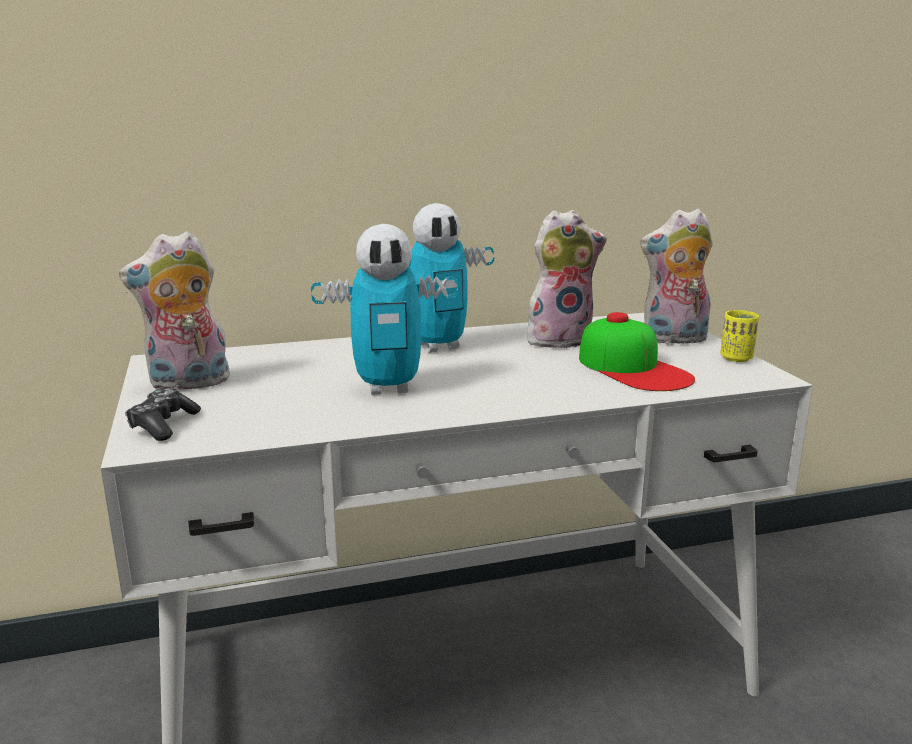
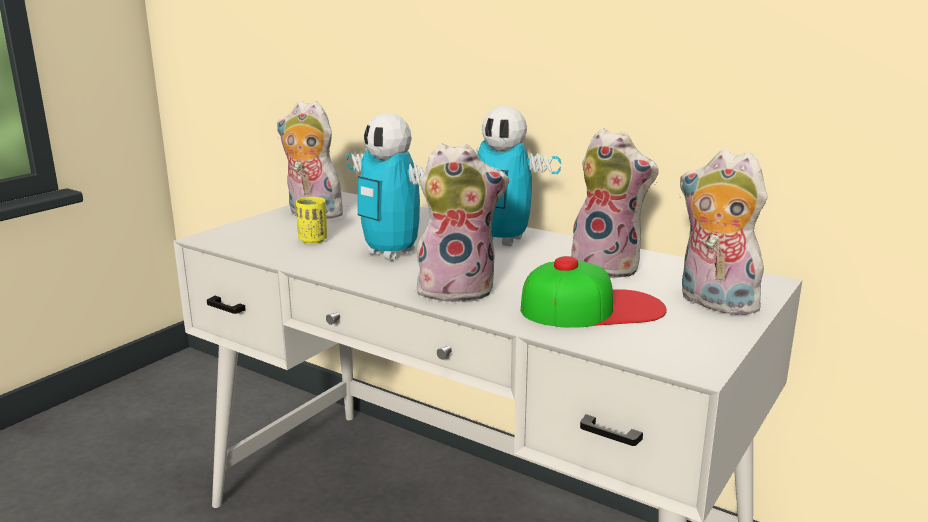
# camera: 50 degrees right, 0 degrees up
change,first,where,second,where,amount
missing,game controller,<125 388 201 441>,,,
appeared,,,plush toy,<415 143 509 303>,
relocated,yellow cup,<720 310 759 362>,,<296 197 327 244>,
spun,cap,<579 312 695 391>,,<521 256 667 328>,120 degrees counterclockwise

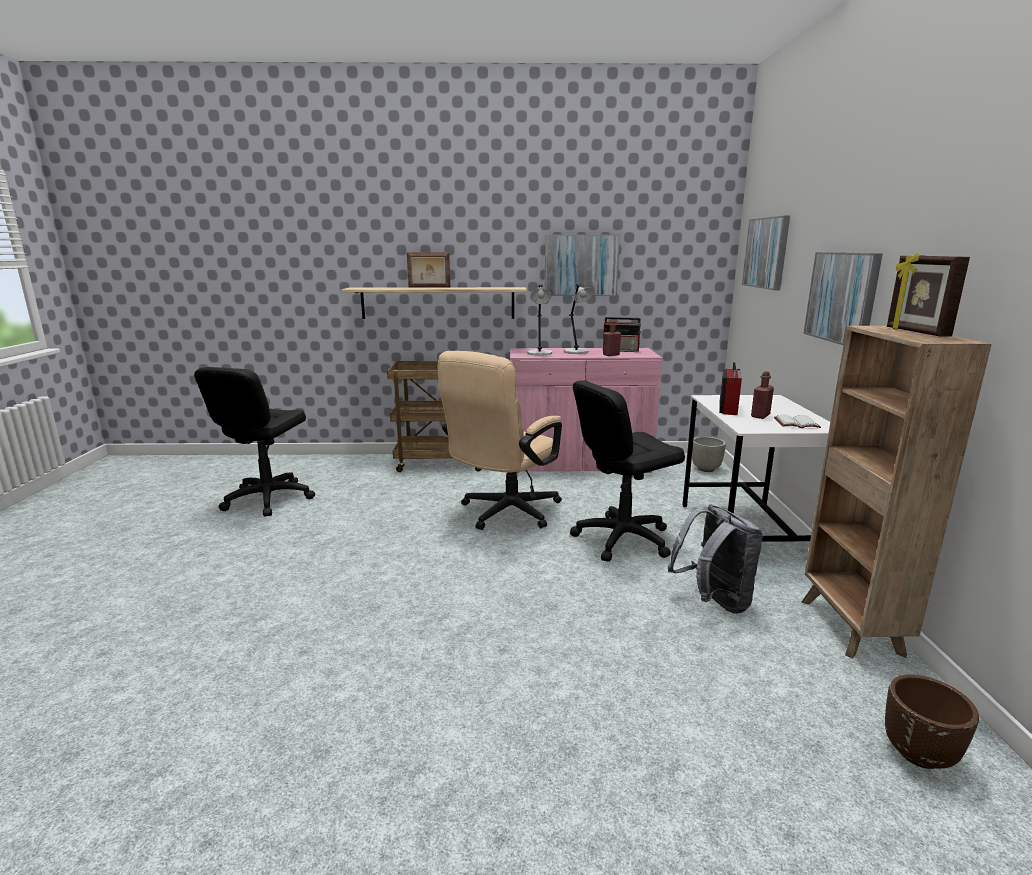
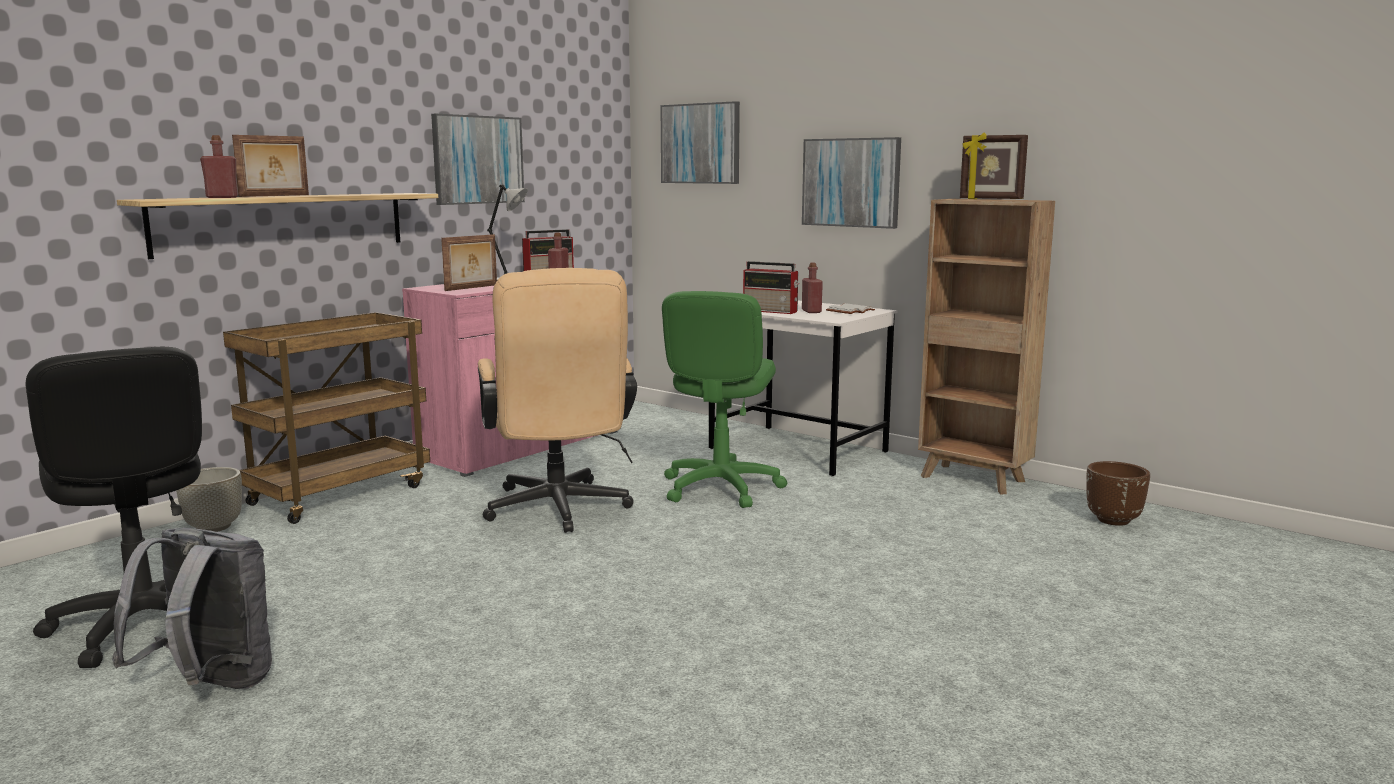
# camera: 50 degrees left, 5 degrees down
change,first,where,second,where,amount
appeared,,,red bottle,<200 135 238 198>,
relocated,grey backpack,<668 504 763 614>,,<112 528 272 689>,
relocated,grey planter,<692 437 726 472>,,<176 467 242 532>,
exchanged,grey table lamp,<527 285 552 356>,picture frame,<441 234 497 291>,
colour,black office chair,<570 380 685 562>,green office chair,<662 291 787 508>,
spun,radio,<719 362 742 415>,,<743 261 799 314>,150 degrees clockwise

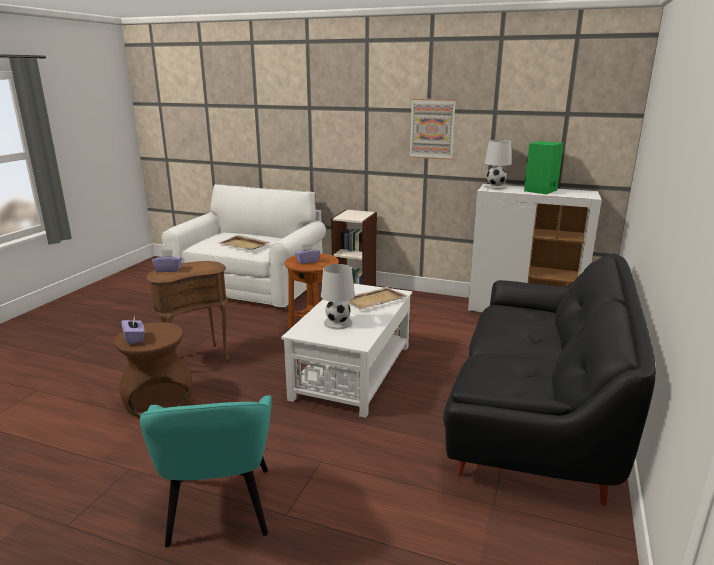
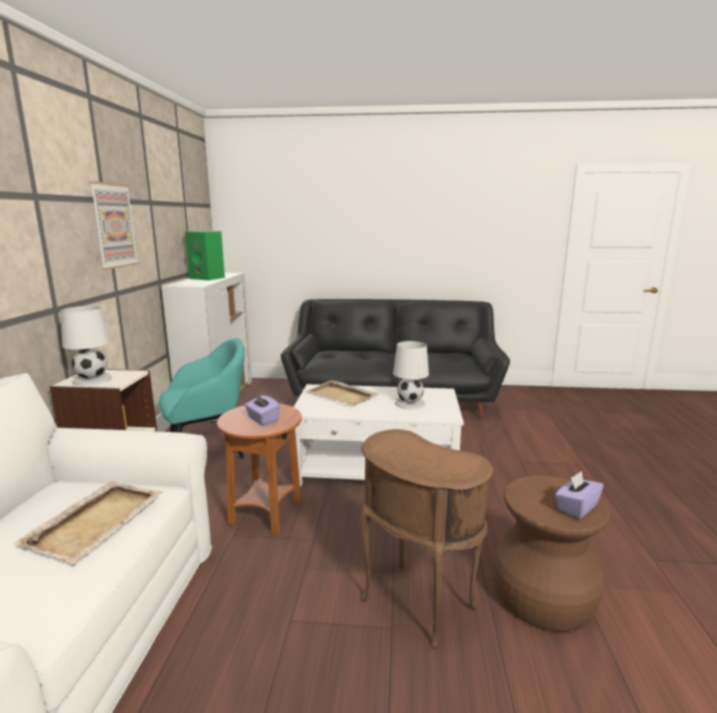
# camera: 105 degrees left, 5 degrees down
change,first,where,second,where,amount
missing,purple tissue box,<152 250 182 272>,,,
relocated,turquoise armchair,<140 395 272 548>,,<158 338 245 459>,
relocated,white table lamp,<484 140 512 189>,,<60 306 112 386>,

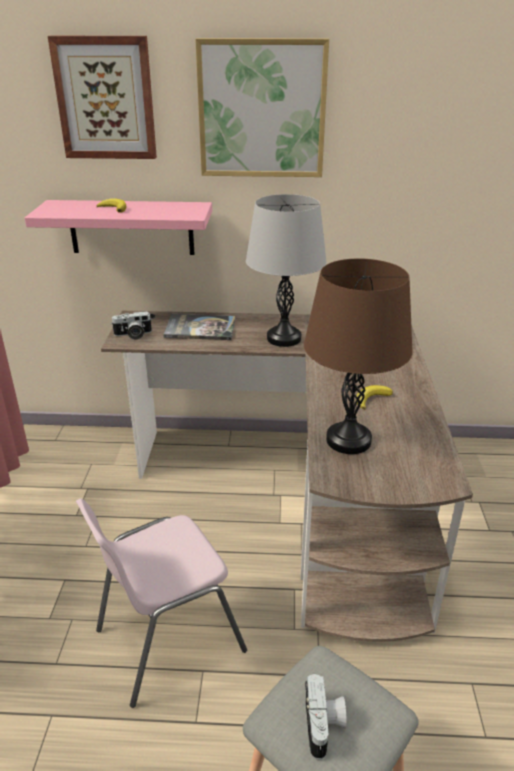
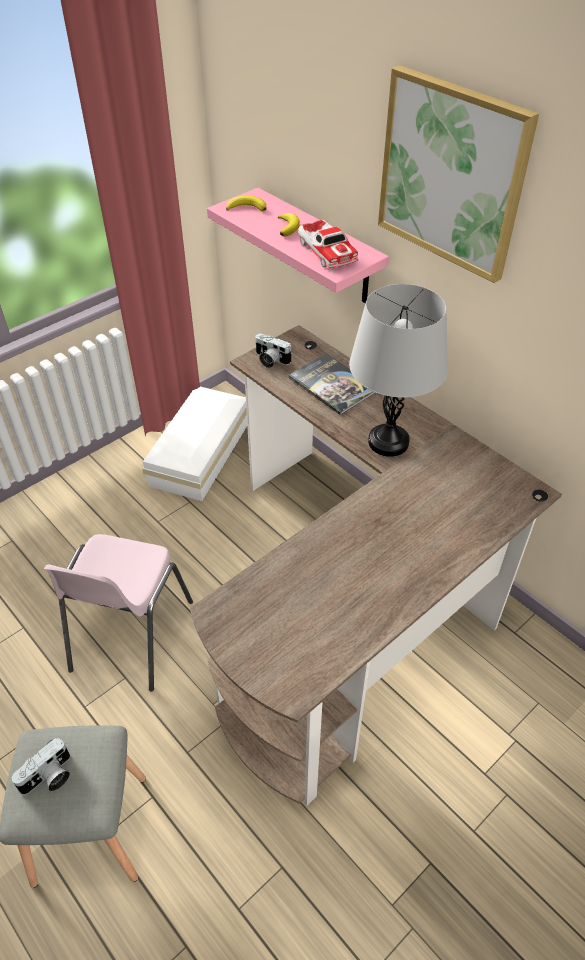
# camera: 45 degrees right, 15 degrees up
change,first,where,second,where,amount
missing,picture,<48 36 157 159>,,,
missing,brown table lamp,<304 258 413 454>,,,
appeared,,,white storage box,<142 387 247 501>,
appeared,,,toy car,<298 220 358 268>,
relocated,banana,<357 385 393 410>,,<226 196 267 211>,
spun,pink chair,<76 498 247 708>,,<44 534 193 692>,90 degrees counterclockwise

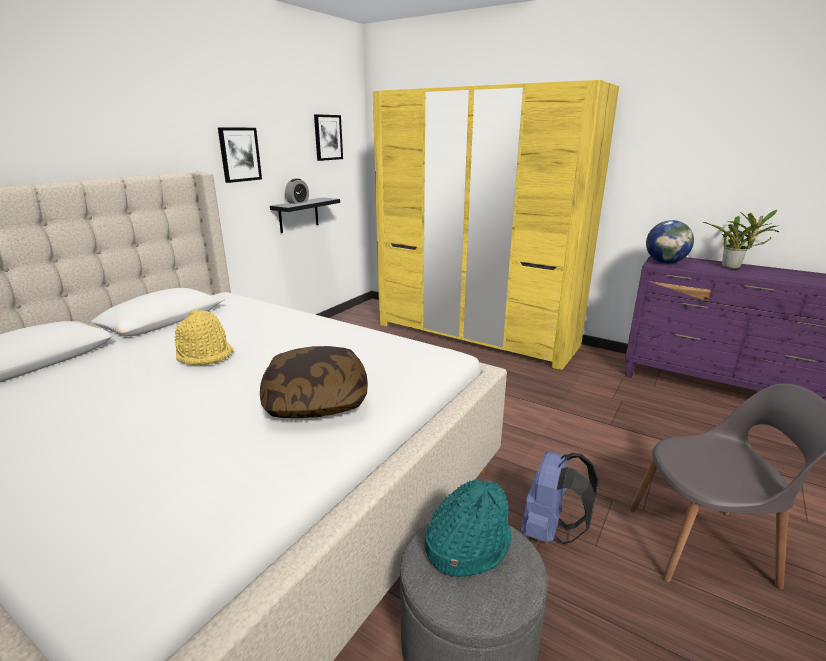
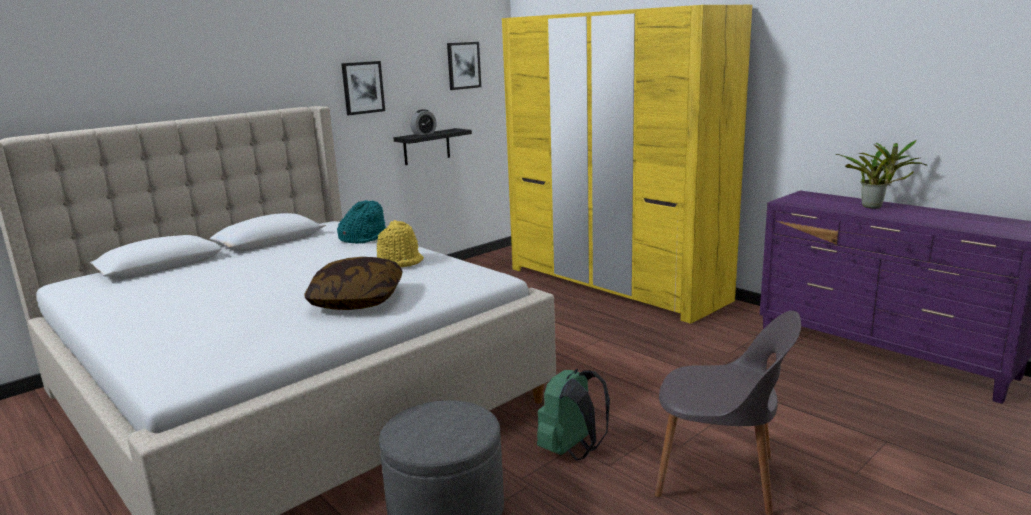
# camera: 15 degrees right, 5 degrees down
change,first,where,second,where,amount
missing,globe,<646 220 694 263>,,,
relocated,yellow hat,<174 309 234 365>,,<376 220 424 268>,
relocated,turquoise hat,<424 480 511 577>,,<337 200 386 244>,
colour,blue backpack,<520 452 599 544>,green backpack,<537 369 610 460>,

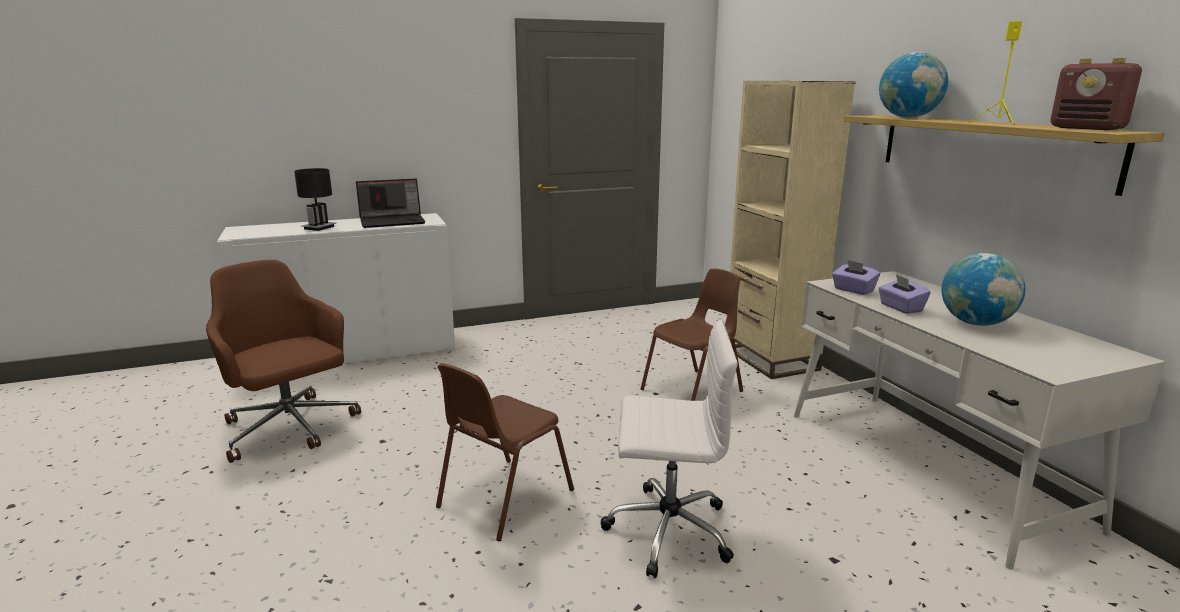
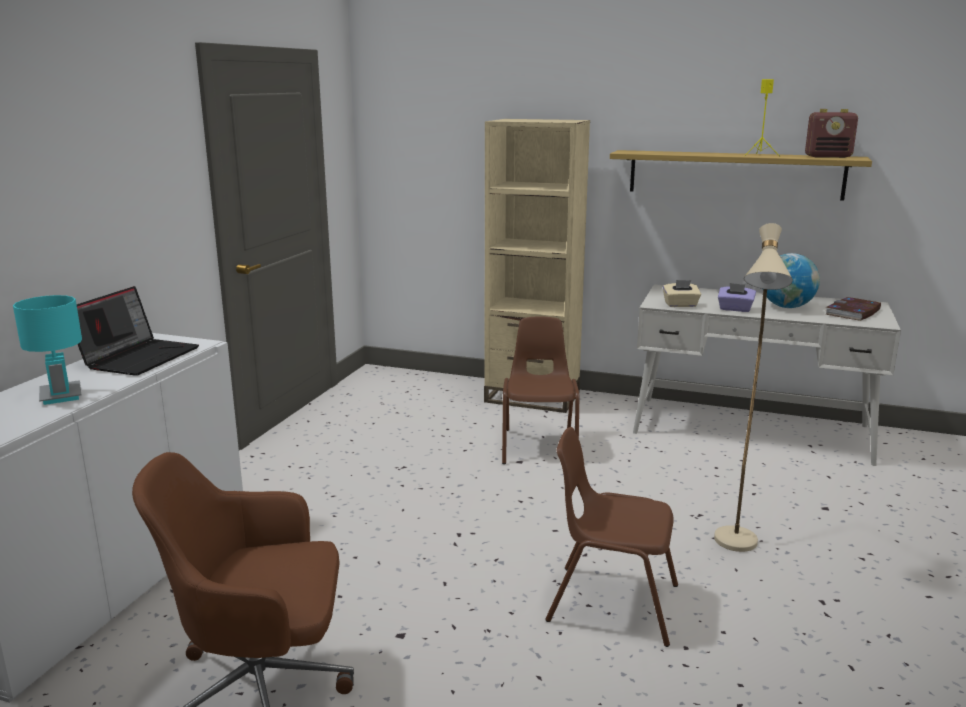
# camera: 50 degrees left, 0 degrees up
change,first,where,second,where,amount
missing,globe,<879 52 948 118>,,,
appeared,,,book,<825 297 881 321>,
exchanged,white office chair,<601 320 738 578>,beige floor lamp,<714 223 793 552>,
colour,black table lamp,<294 168 337 231>,turquoise table lamp,<13 295 82 405>,
colour,purple tissue box,<832 260 880 295>,beige tissue box,<663 280 701 307>,
spun,brown chair,<436 363 574 541>,,<545 427 678 647>,120 degrees clockwise

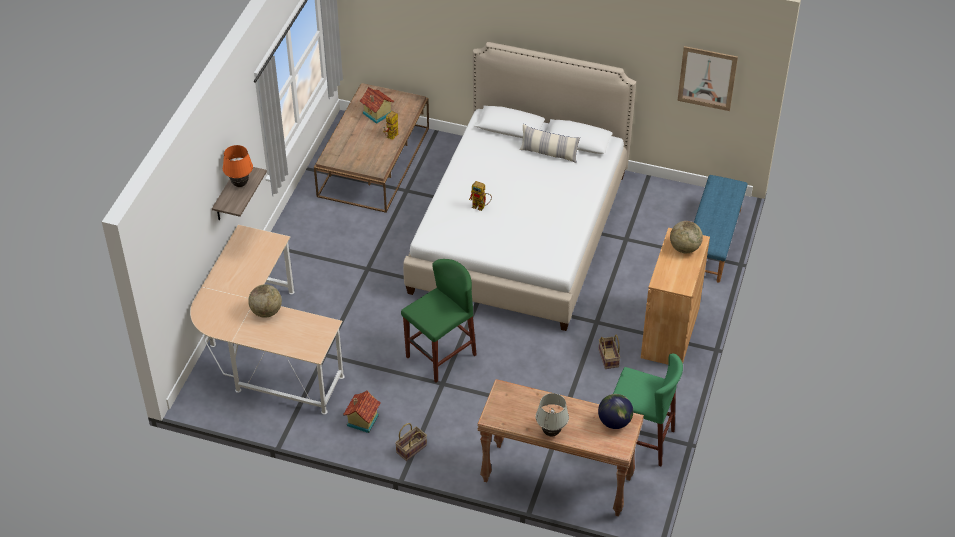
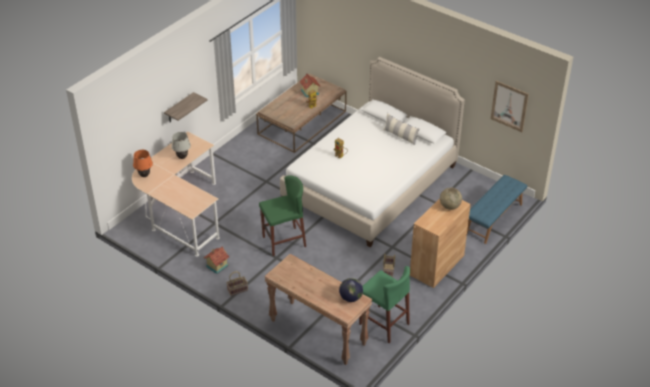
# camera: 20 degrees right, 5 degrees down
change,first,where,second,where,amount
missing,globe,<248 284 282 318>,,,
relocated,orange table lamp,<223 145 253 187>,,<133 150 153 177>,
relocated,white table lamp,<536 393 569 437>,,<171 132 191 159>,

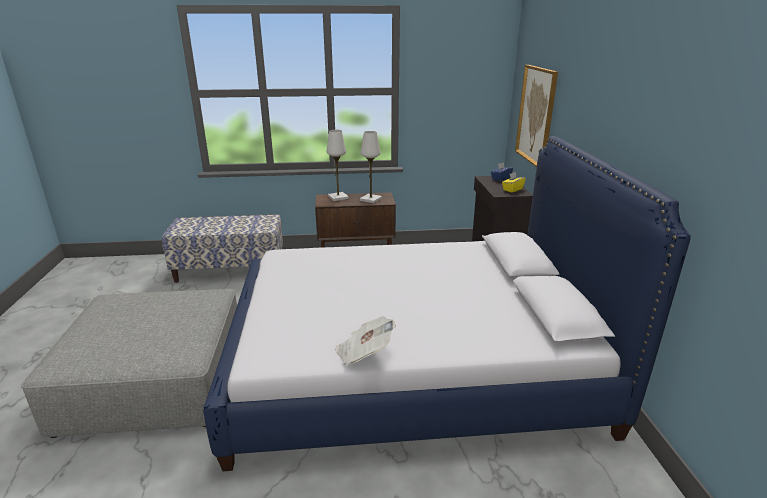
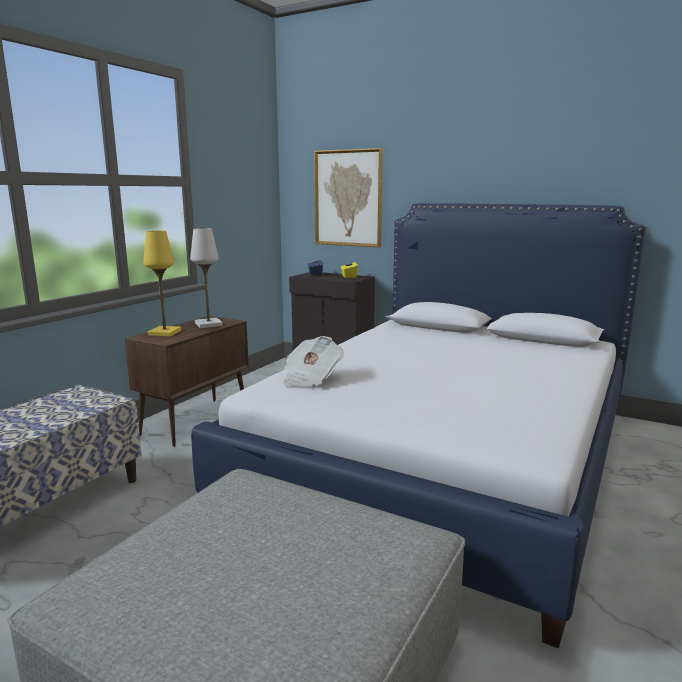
# camera: 55 degrees left, 10 degrees down
change,first,where,second,where,amount
relocated,newspaper,<335 316 396 365>,,<283 336 344 387>,
colour,white table lamp,<327 130 349 201>,yellow table lamp,<143 231 181 337>,

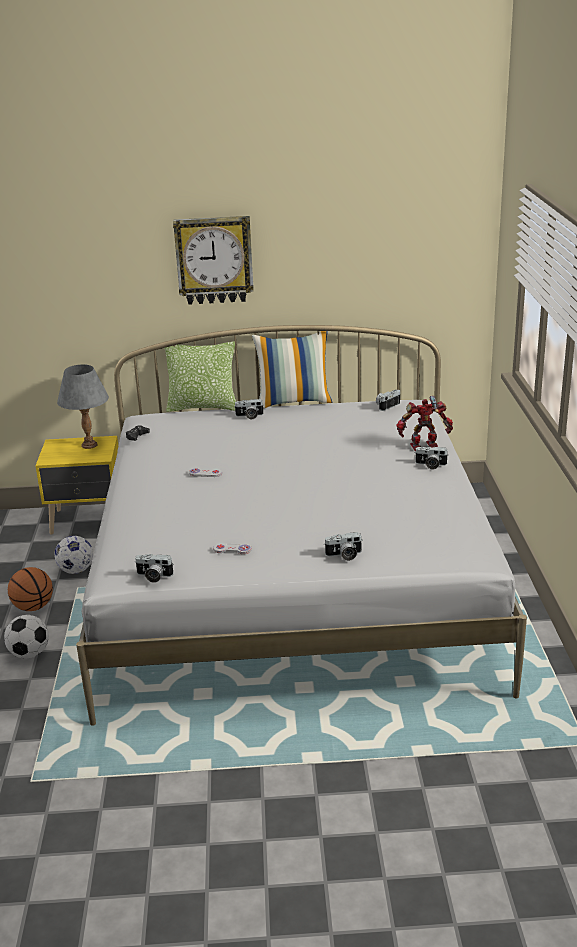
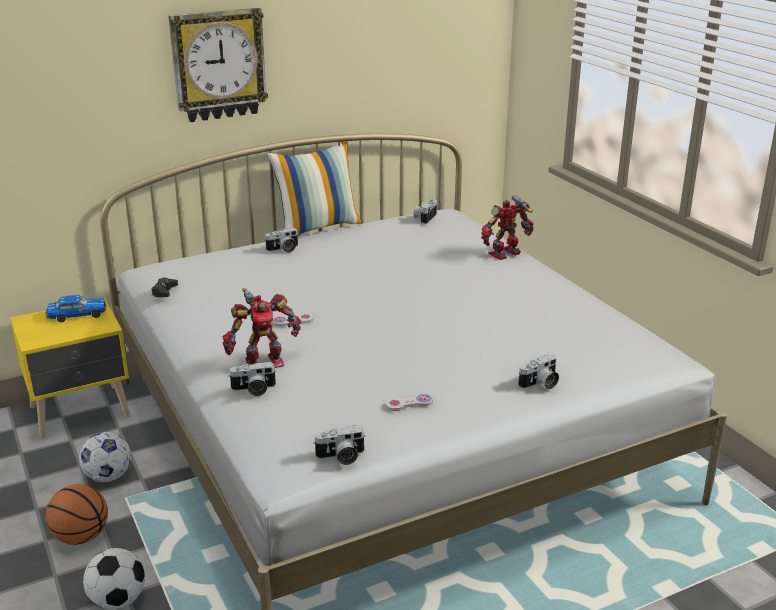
# camera: 25 degrees left, 0 degrees up
change,first,where,second,where,amount
missing,pillow,<164 341 236 412>,,,
appeared,,,toy robot,<222 288 301 368>,
relocated,photo camera,<415 446 448 470>,,<228 362 277 396>,
exchanged,grey table lamp,<57 364 109 449>,toy car,<45 295 106 322>,

